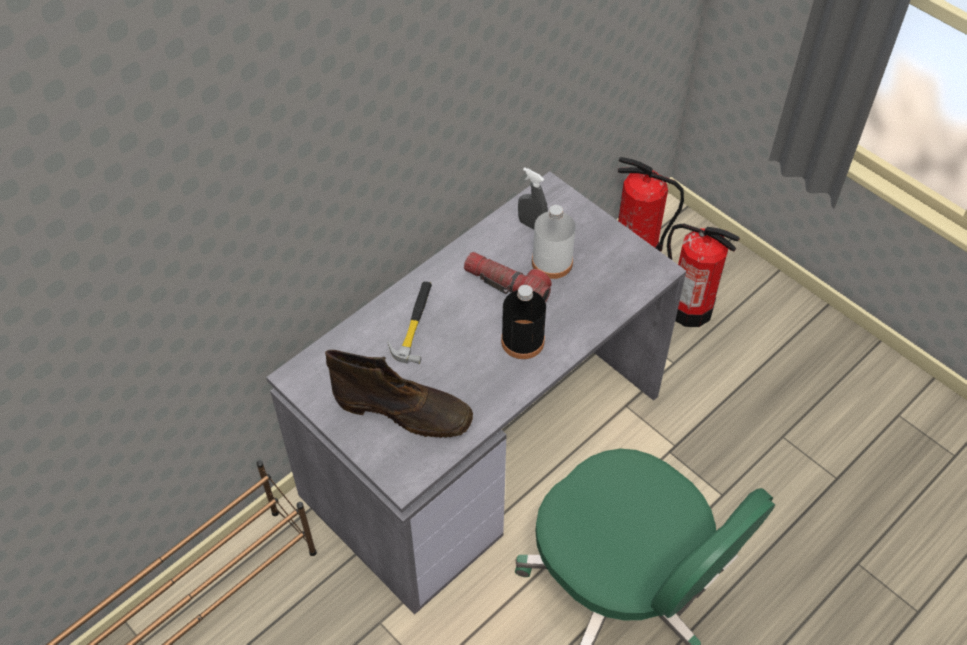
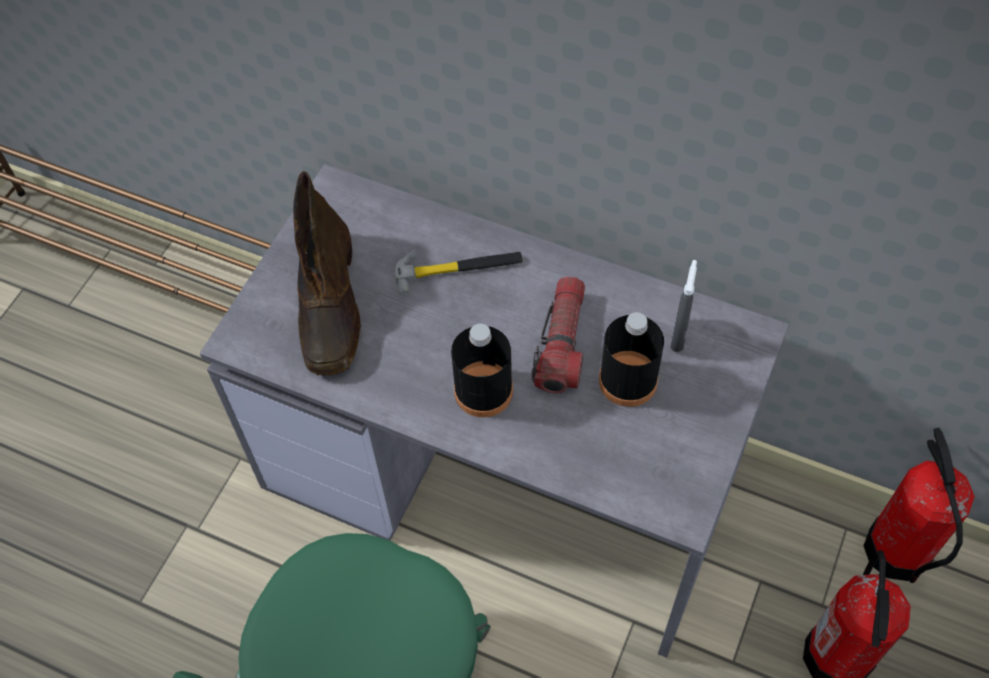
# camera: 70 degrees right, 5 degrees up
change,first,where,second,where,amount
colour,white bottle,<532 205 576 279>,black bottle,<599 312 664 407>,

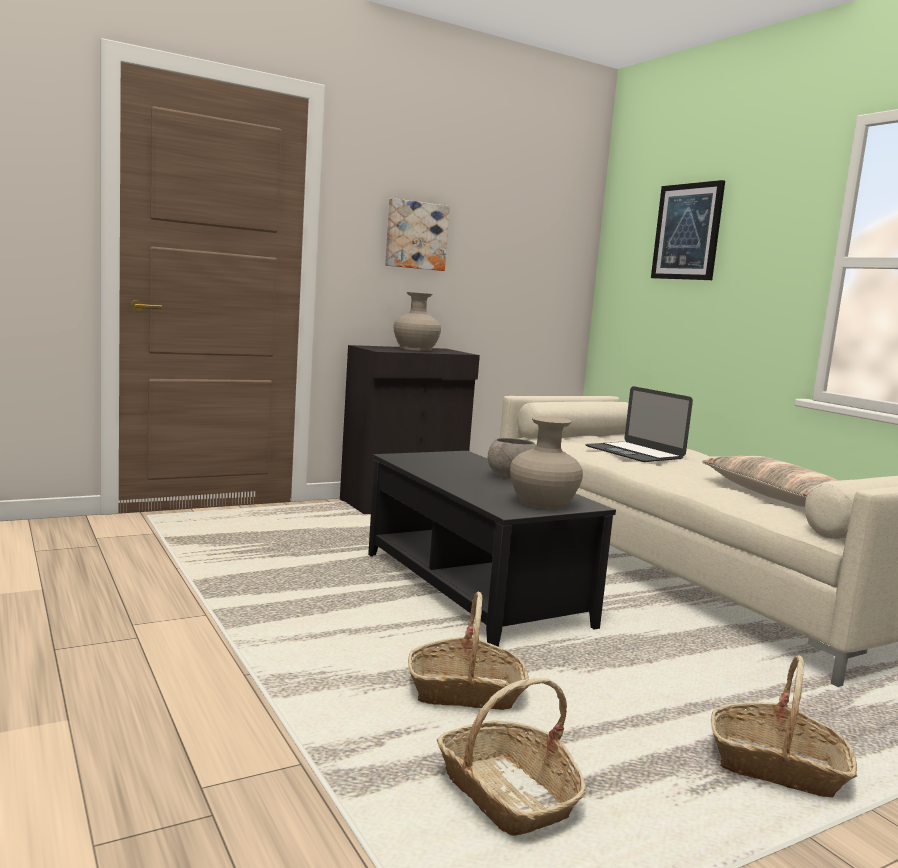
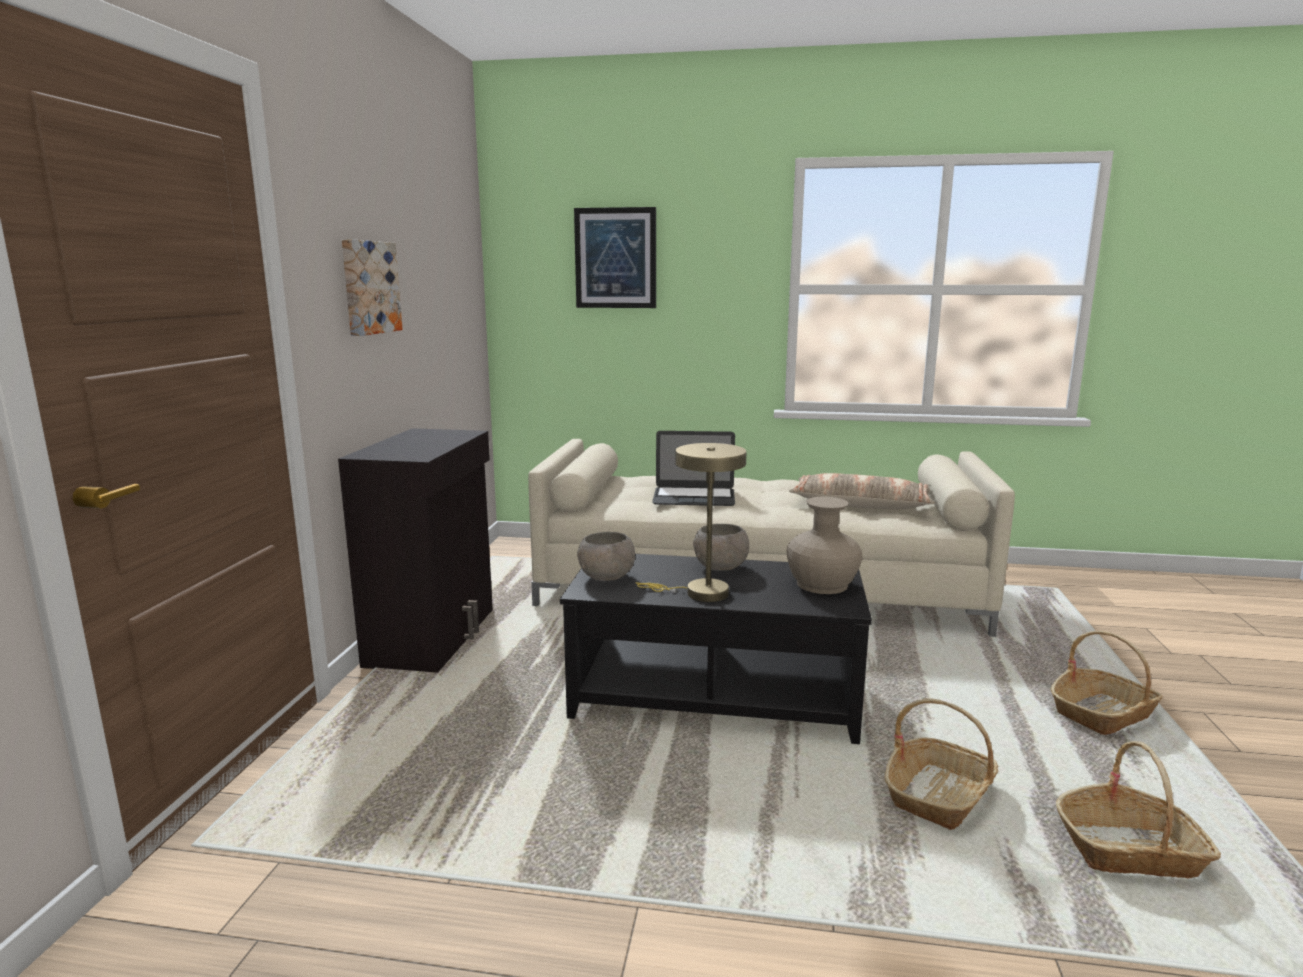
# camera: 50 degrees left, 5 degrees up
change,first,where,second,where,amount
missing,beige vase,<394 292 441 351>,,,
appeared,,,grey bowl,<577 532 635 581>,
appeared,,,beige table lamp,<636 443 747 602>,

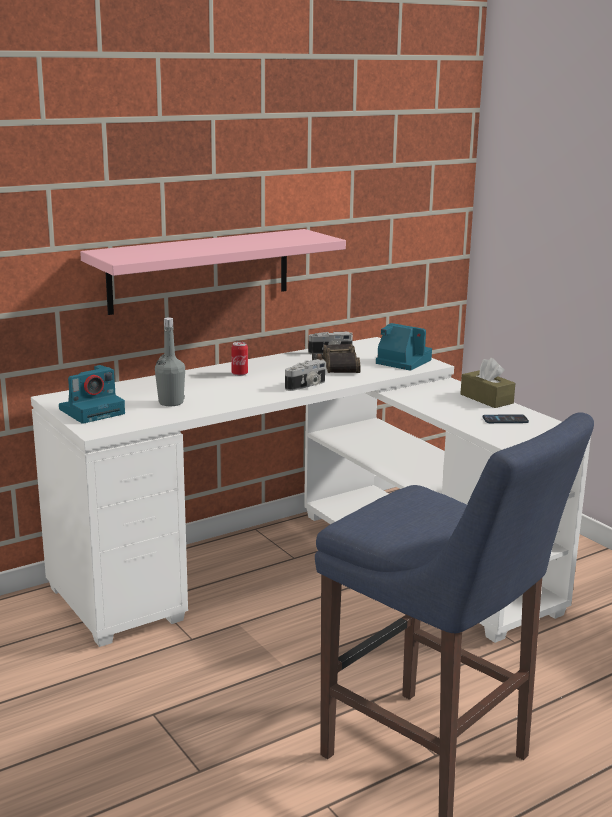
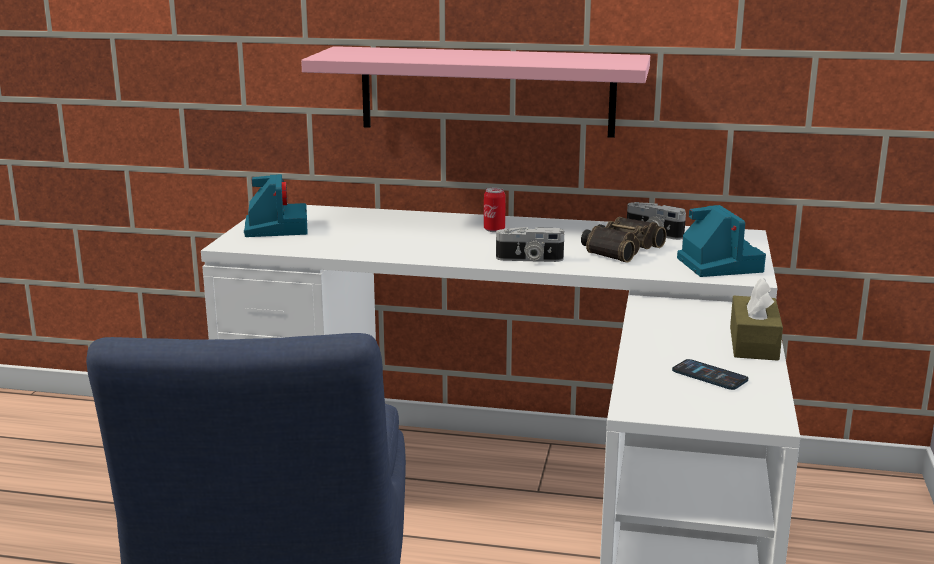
# camera: 45 degrees right, 0 degrees up
change,first,where,second,where,amount
missing,grey bottle,<155 318 185 406>,,,
spun,photo camera,<59 365 125 424>,,<244 174 308 237>,105 degrees counterclockwise

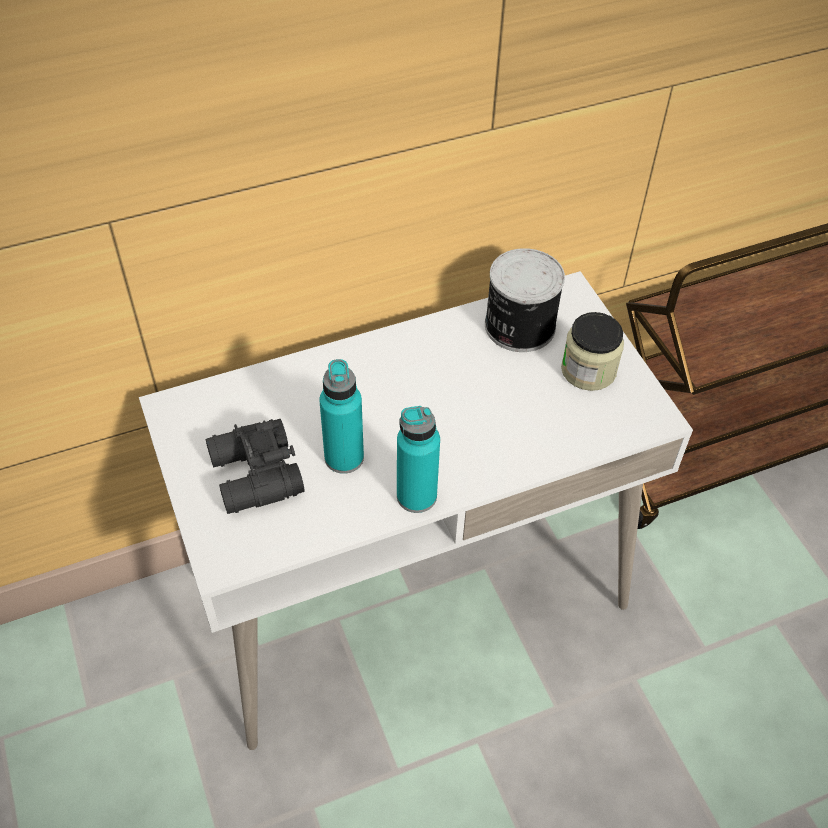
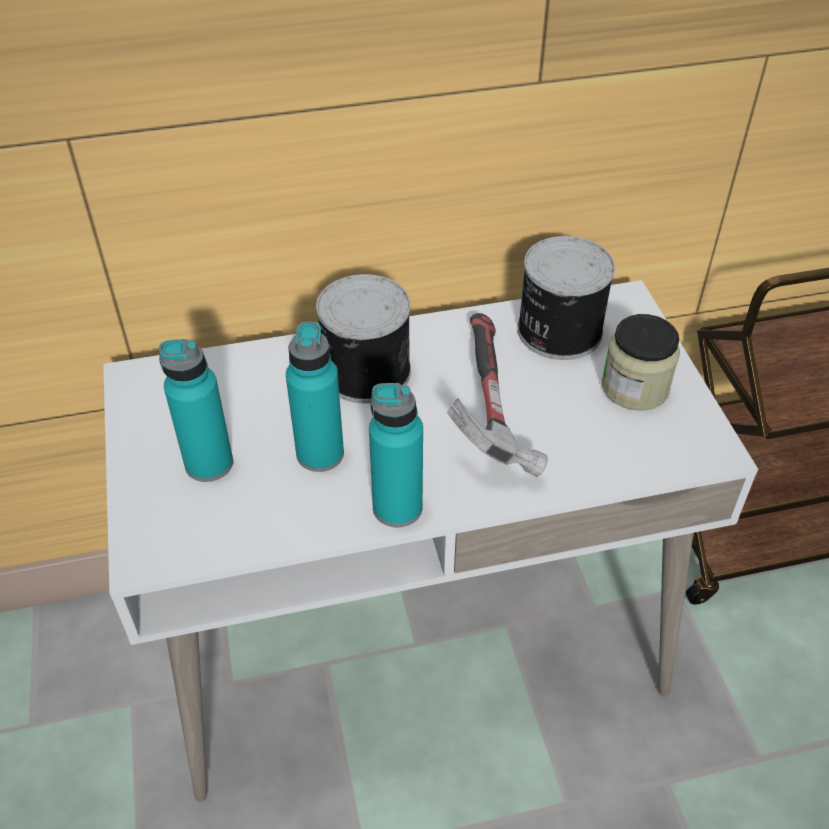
# camera: 10 degrees right, 5 degrees down
change,first,where,second,where,amount
appeared,,,can,<316 274 411 404>,
appeared,,,hammer,<447 313 547 477>,
exchanged,black binoculars,<206 419 305 514>,turquoise bottle,<159 339 233 482>,

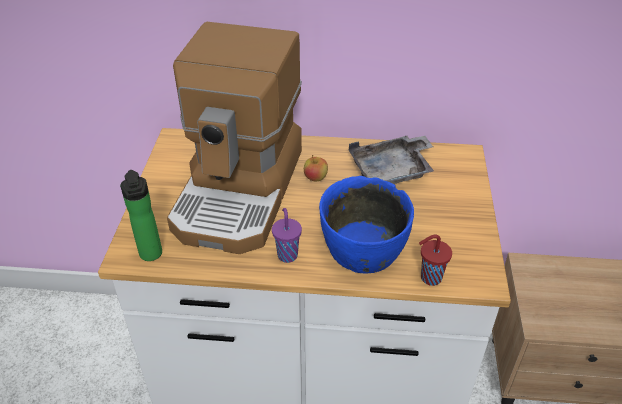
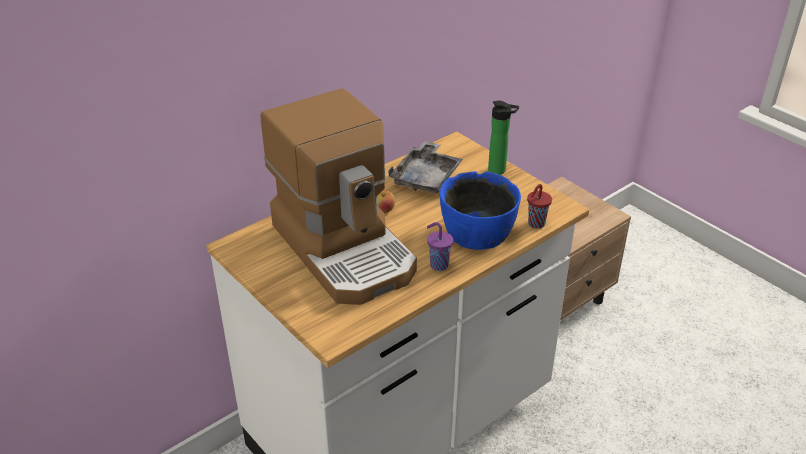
# camera: 45 degrees left, 5 degrees down
change,first,where,second,where,amount
relocated,bottle,<120 170 162 261>,,<488 101 519 175>,

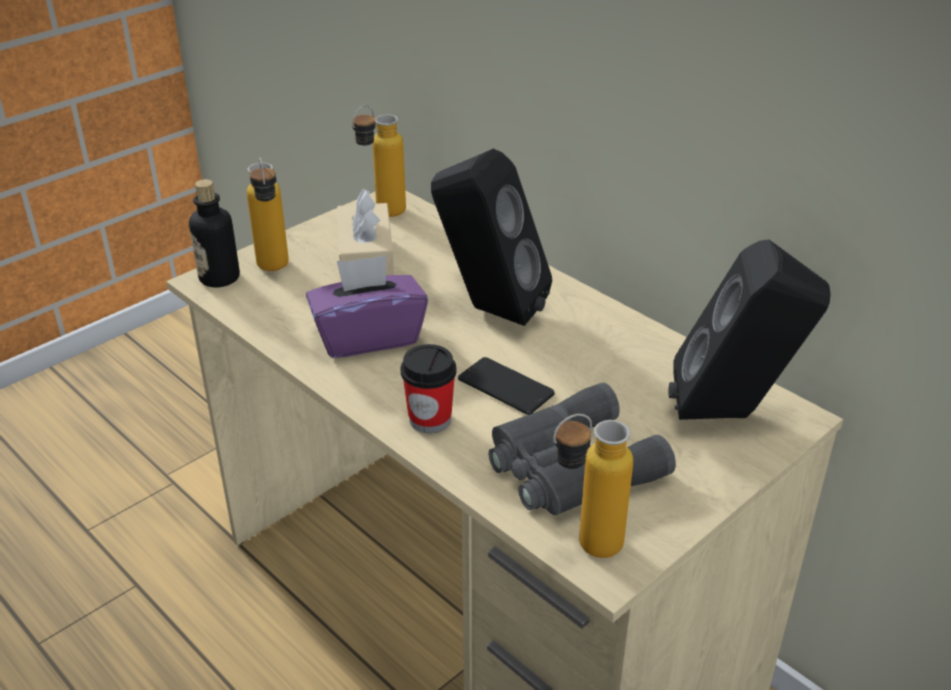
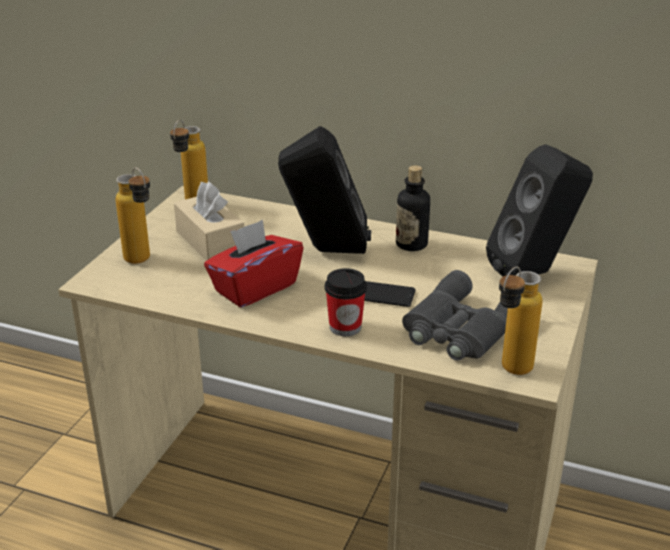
# camera: 25 degrees left, 5 degrees down
change,first,where,second,where,amount
relocated,bottle,<189 179 240 287>,,<396 165 430 251>,
colour,purple tissue box,<306 255 428 358>,red tissue box,<204 220 304 308>,

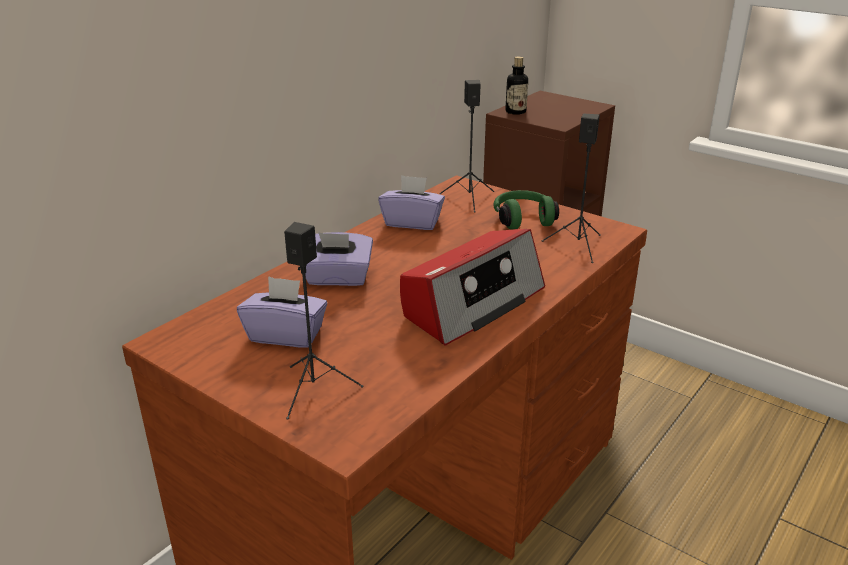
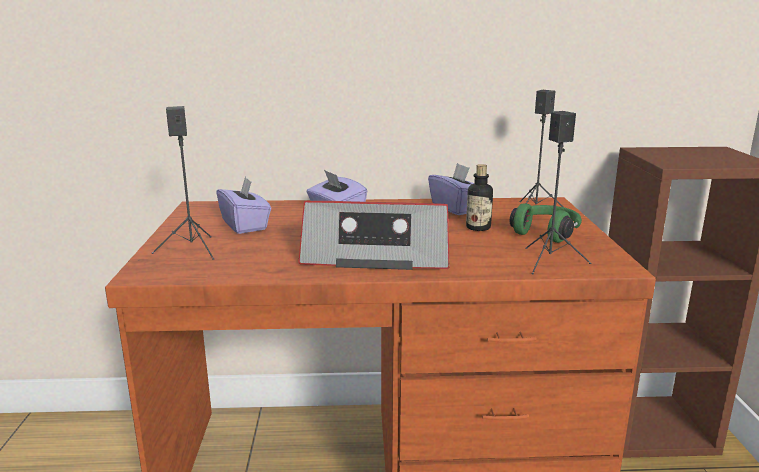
# camera: 50 degrees right, 10 degrees down
change,first,where,second,where,amount
relocated,bottle,<506 56 528 115>,,<466 164 493 231>,

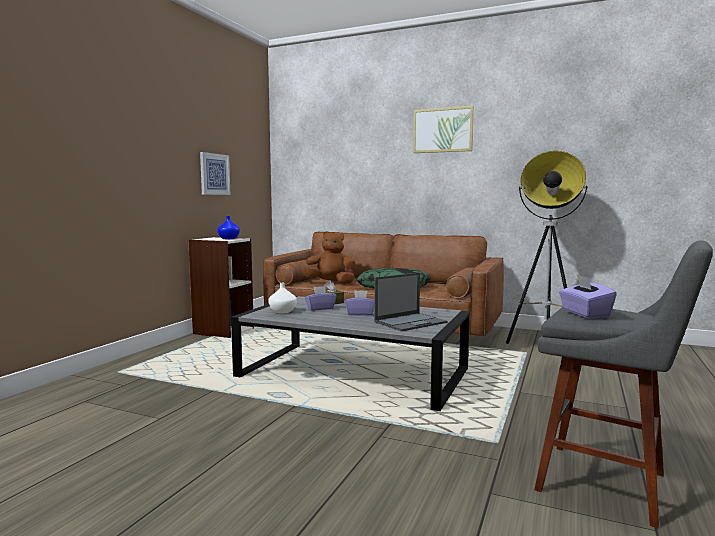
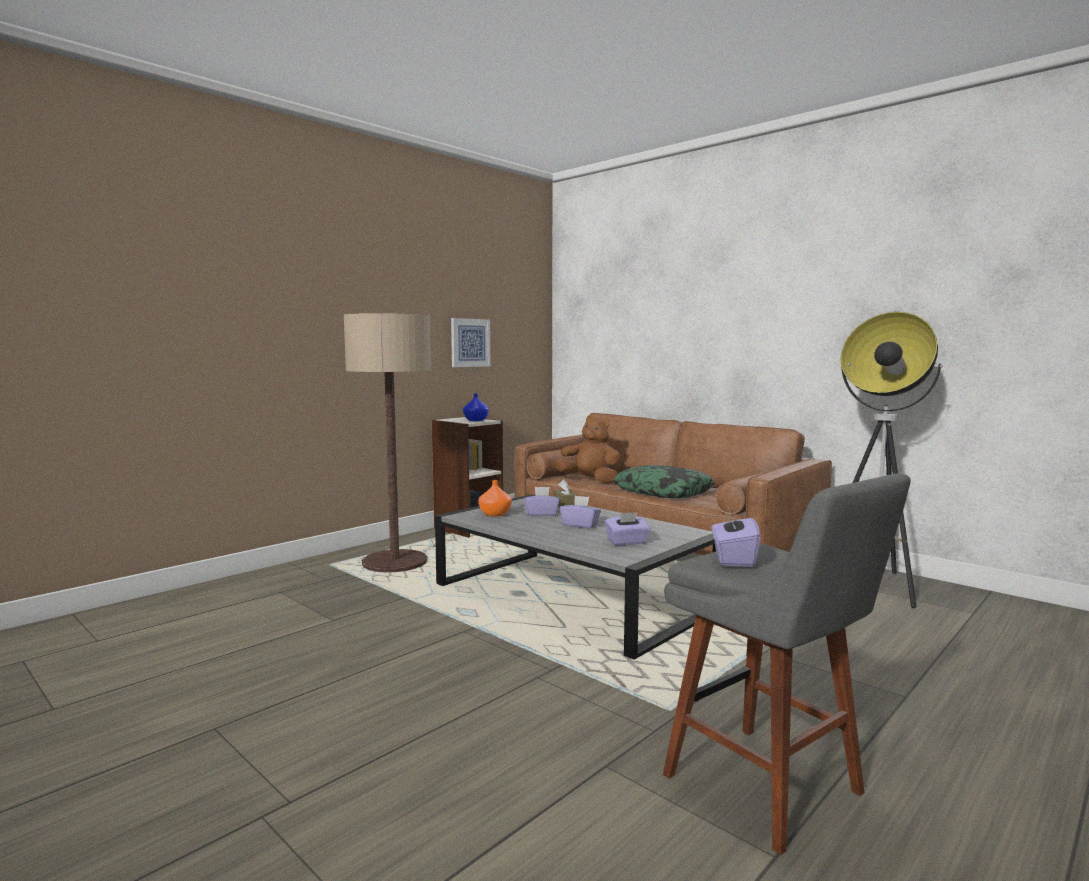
# camera: 20 degrees right, 0 degrees up
change,first,where,second,where,amount
missing,picture,<413 106 474 153>,,,
appeared,,,floor lamp,<344 313 431 572>,
exchanged,laptop,<374 273 447 331>,purple tissue box,<604 512 650 545>,
colour,white vase,<268 283 297 313>,orange vase,<478 480 512 517>,

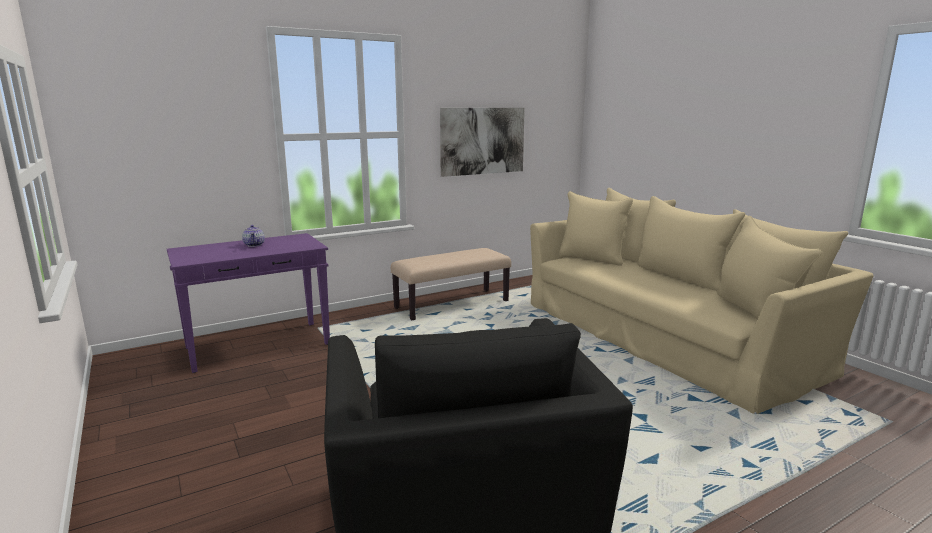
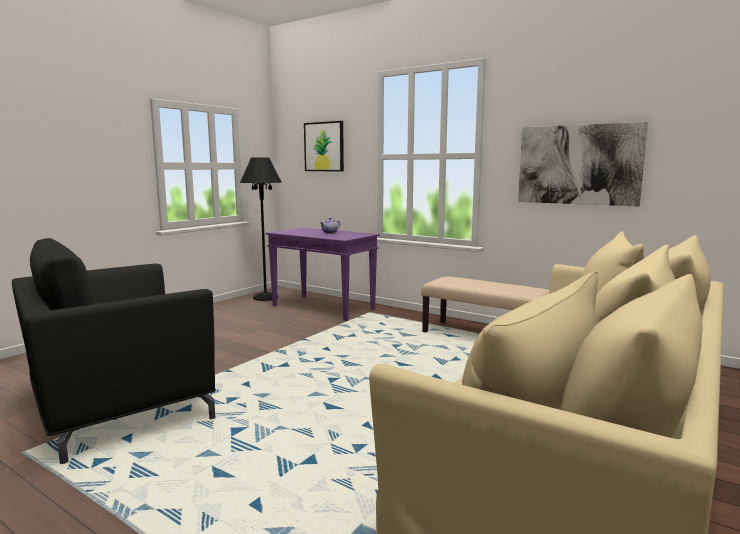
# camera: 65 degrees right, 5 degrees down
change,first,where,second,where,amount
appeared,,,black floor lamp,<240 157 282 301>,
appeared,,,picture,<304 121 344 171>,

